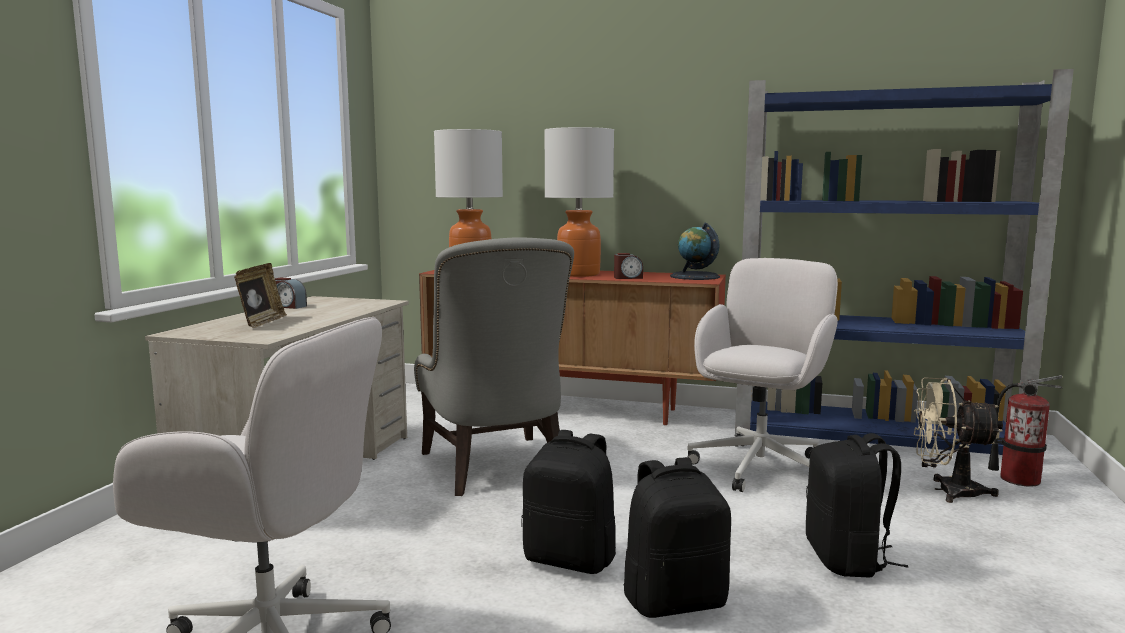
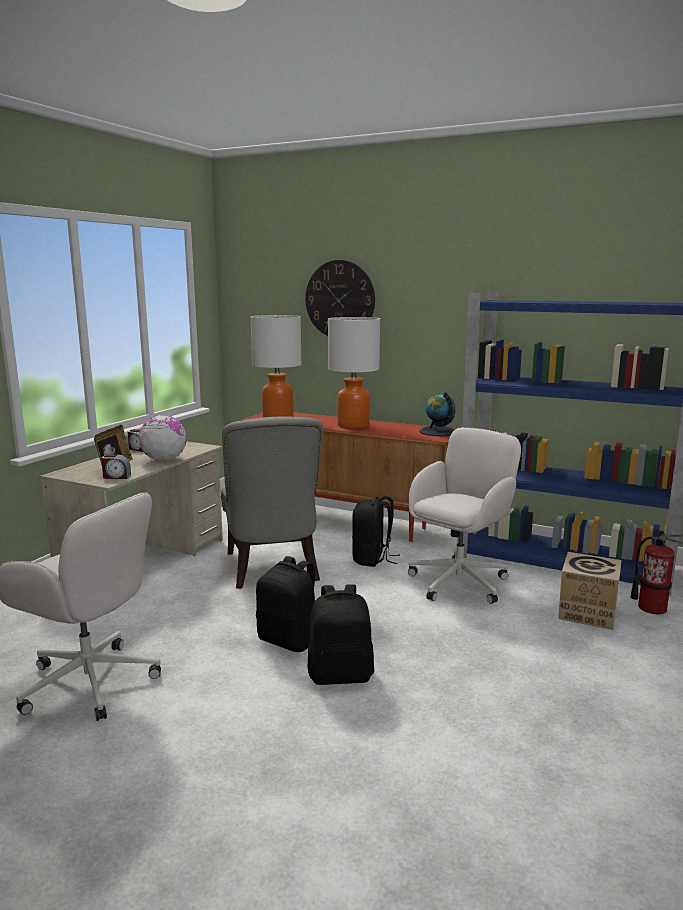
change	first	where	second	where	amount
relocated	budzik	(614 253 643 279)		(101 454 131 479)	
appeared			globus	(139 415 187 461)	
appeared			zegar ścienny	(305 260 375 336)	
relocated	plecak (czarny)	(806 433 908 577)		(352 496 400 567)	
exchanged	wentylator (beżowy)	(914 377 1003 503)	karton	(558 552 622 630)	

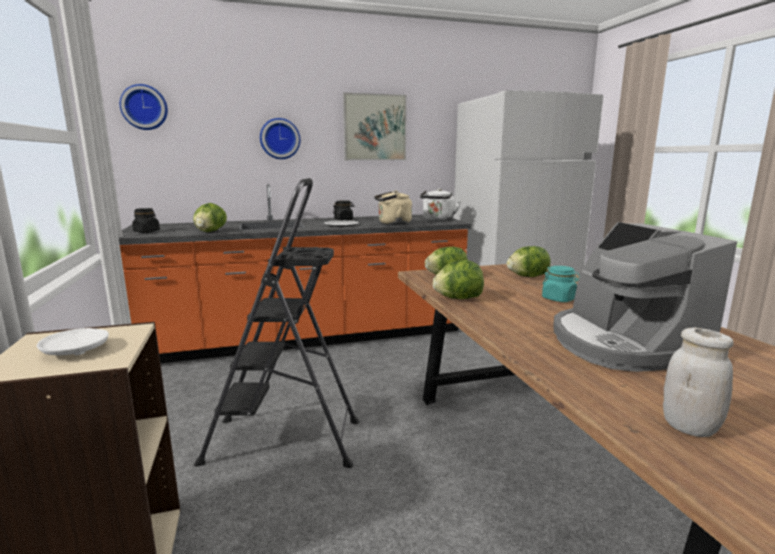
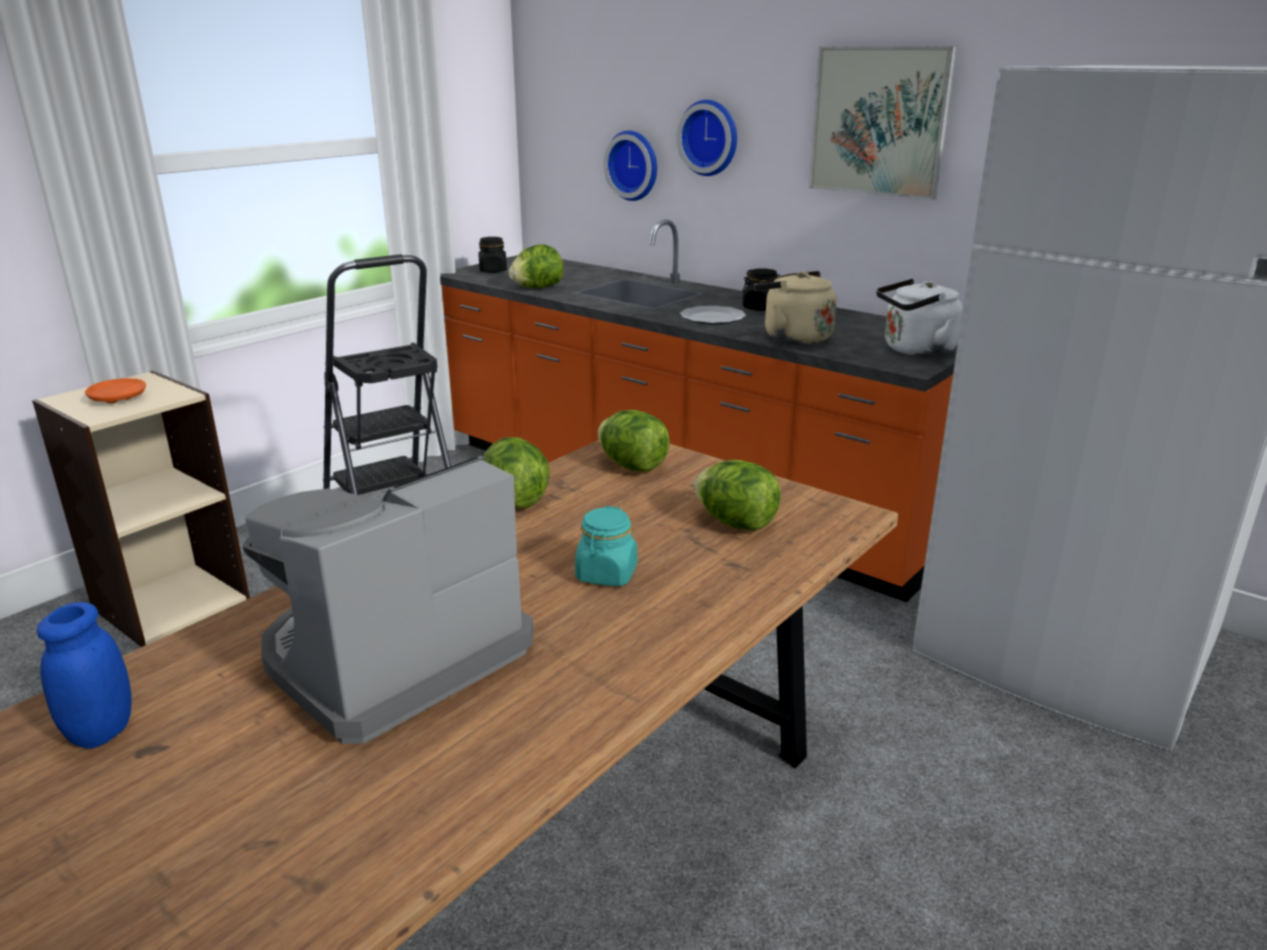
change	first	where	second	where	amount
colour	słoik (biały)	(663 328 734 437)	słoik (niebieski)	(37 602 132 748)	
colour	talerz (biały)	(37 328 109 355)	talerz (pomarańczowy)	(85 378 146 403)	
relocated	zegar ścienny	(120 84 168 130)		(603 131 657 201)	

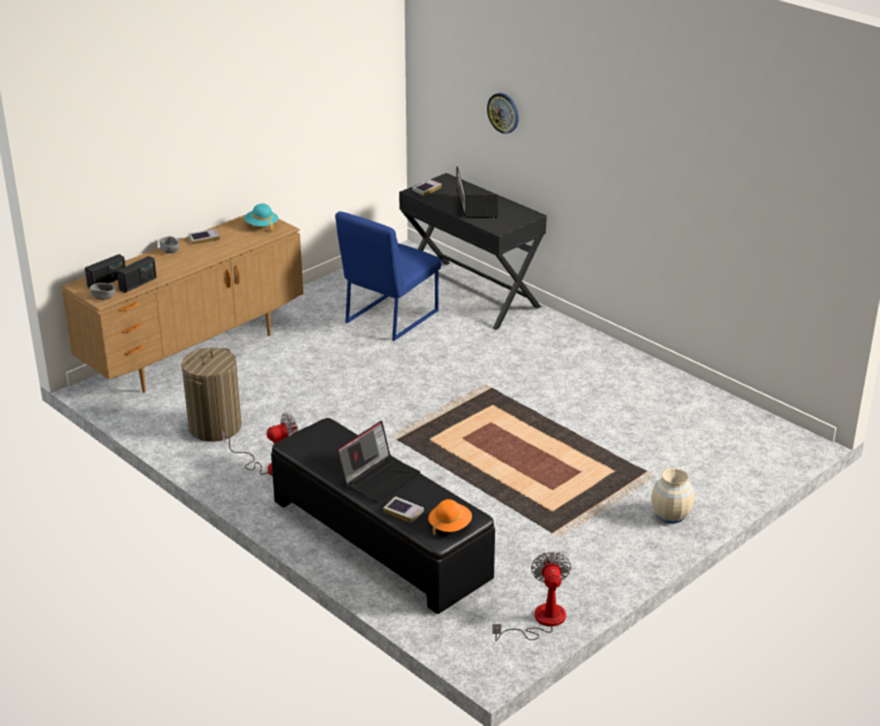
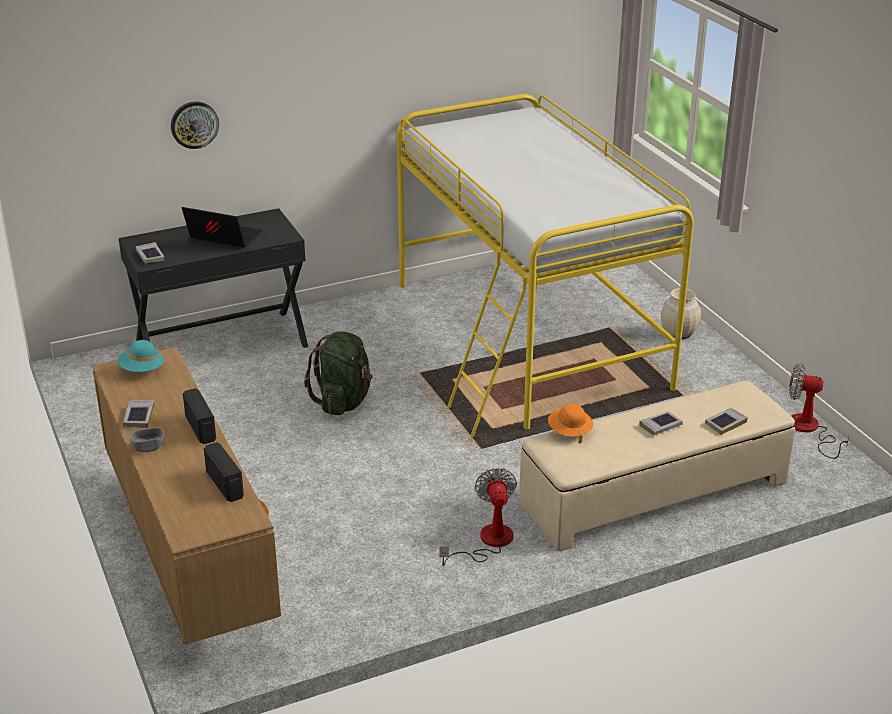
change	first	where	second	where	amount
relocated	radio	(85 254 125 288)		(183 388 216 444)	
appeared			plecak (zielony)	(304 331 373 415)	
appeared			łóżko (żółty)	(397 94 694 437)	
colour	ławka (czarny)	(271 418 495 614)	ławka (beżowy)	(519 381 795 551)	
relocated	kapelusz (pomarańczowy)	(428 499 472 535)		(548 403 593 443)	
exchanged	laptop	(337 421 420 503)	książka	(639 411 683 435)	
missing	miska (szary)	(90 283 115 300)			
missing	kosz na pranie	(181 348 242 442)			
missing	krzesło (niebieski)	(335 211 441 341)			

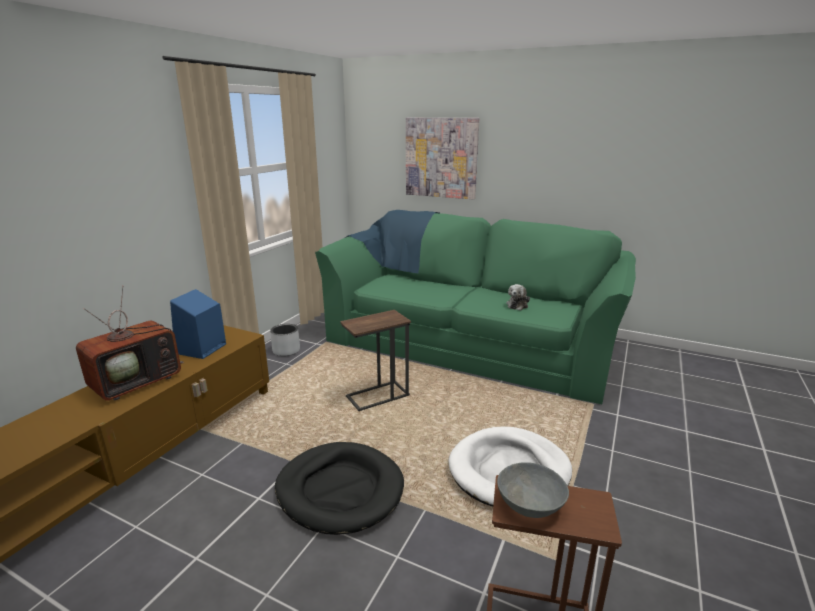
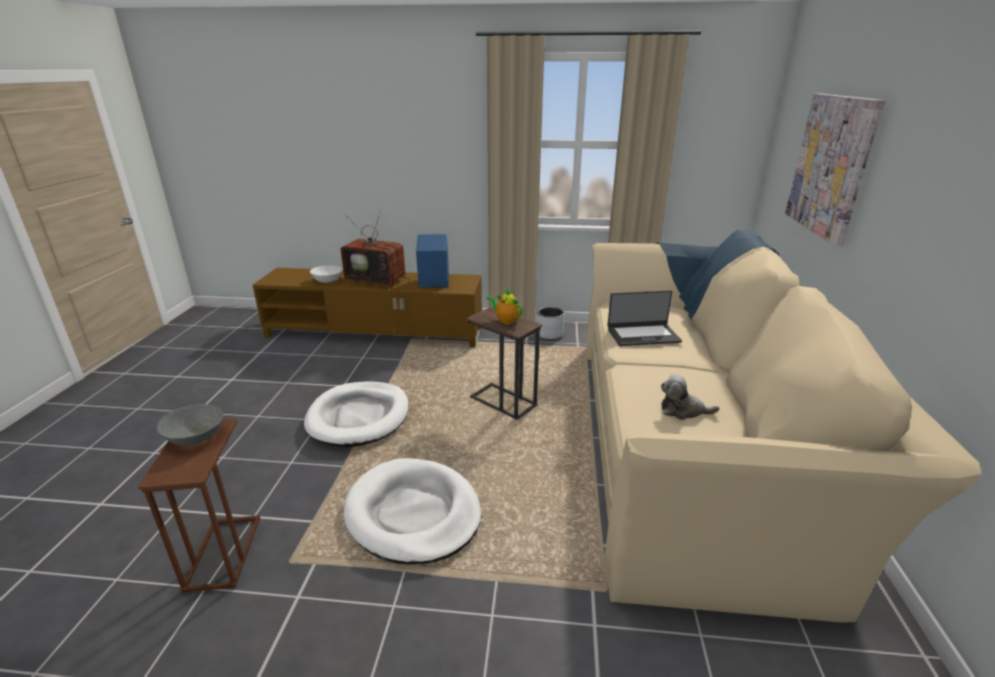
change	first	where	second	where	amount
colour	legowisko (czarny)	(275 442 404 535)	legowisko (biały)	(304 381 409 447)	
appeared			miska (biały)	(310 266 342 283)	
appeared			imbryk	(487 289 522 324)	
colour	kanapa (zielony)	(315 210 636 404)	kanapa (beżowy)	(586 230 982 623)	
appeared			laptop	(607 290 682 346)	

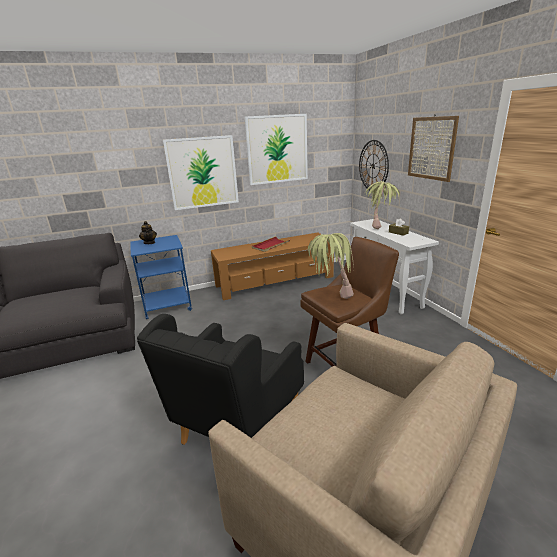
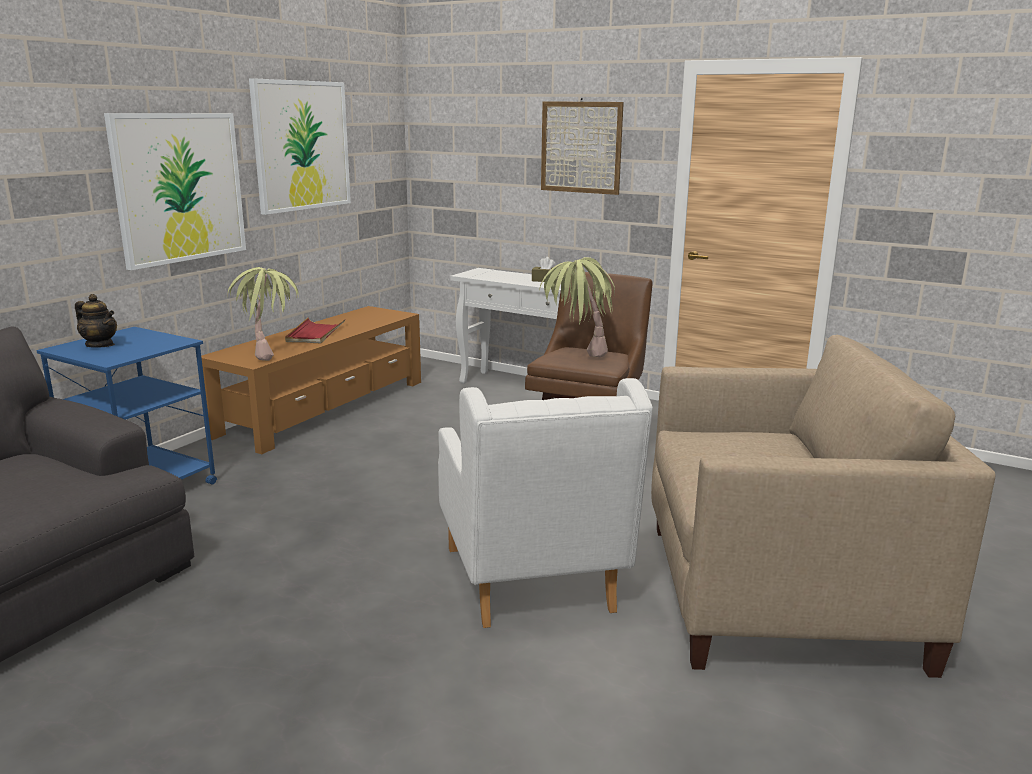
change	first	where	second	where	amount
relocated	roślina doniczkowa	(364 181 400 229)		(228 267 299 361)	
colour	fotel (czarny)	(137 314 304 445)	fotel (biały)	(438 378 653 628)	
missing	zegar ścienny	(359 140 389 190)			

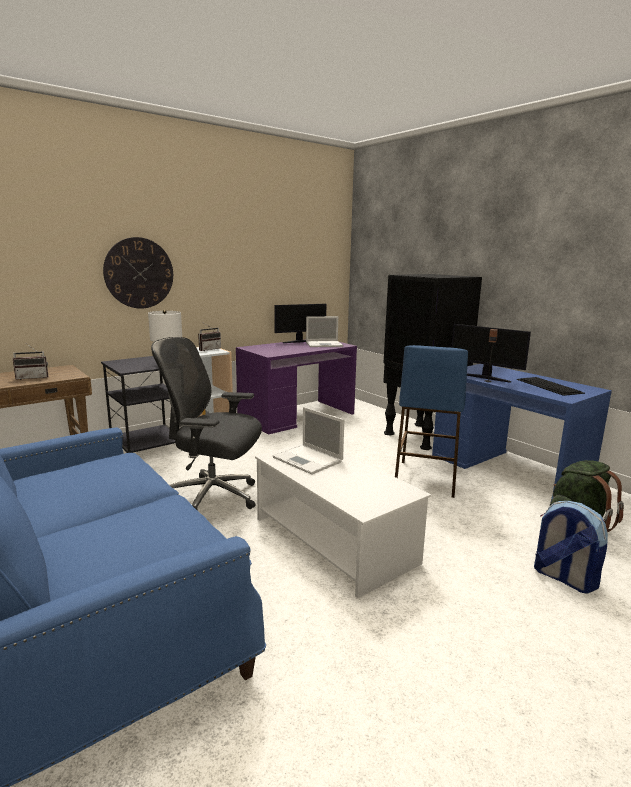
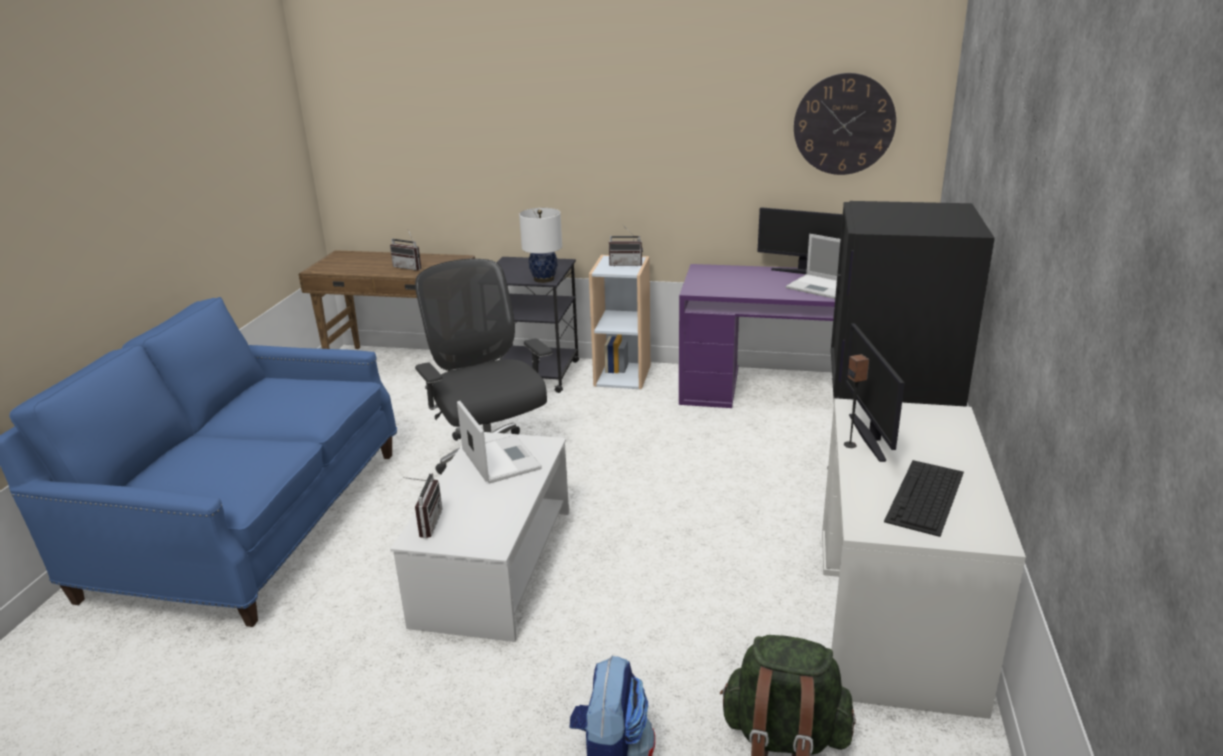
change	first	where	second	where	amount
appeared			radio	(403 473 442 538)	
spun	laptop	(273 407 344 475)		(457 401 542 484)	150 degrees clockwise
relocated	zegar ścienny	(103 237 173 309)		(794 73 896 175)	
colour	biurko (niebieski)	(432 364 612 491)	biurko (biały)	(822 398 1026 719)	
missing	stołek (niebieski)	(395 345 468 498)			

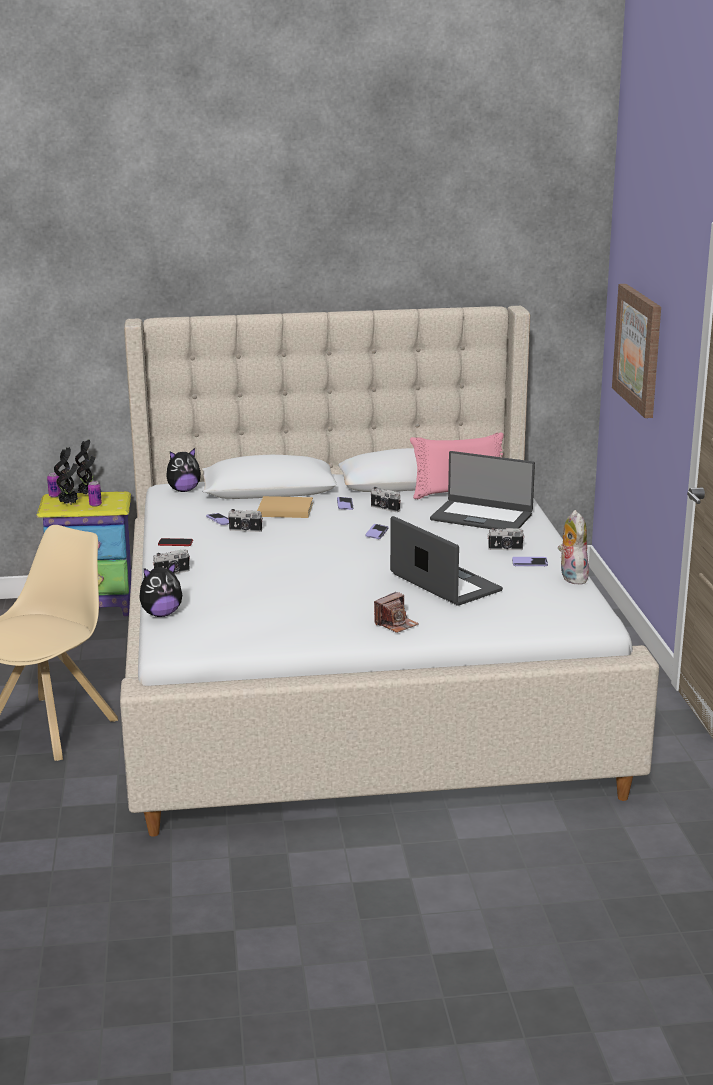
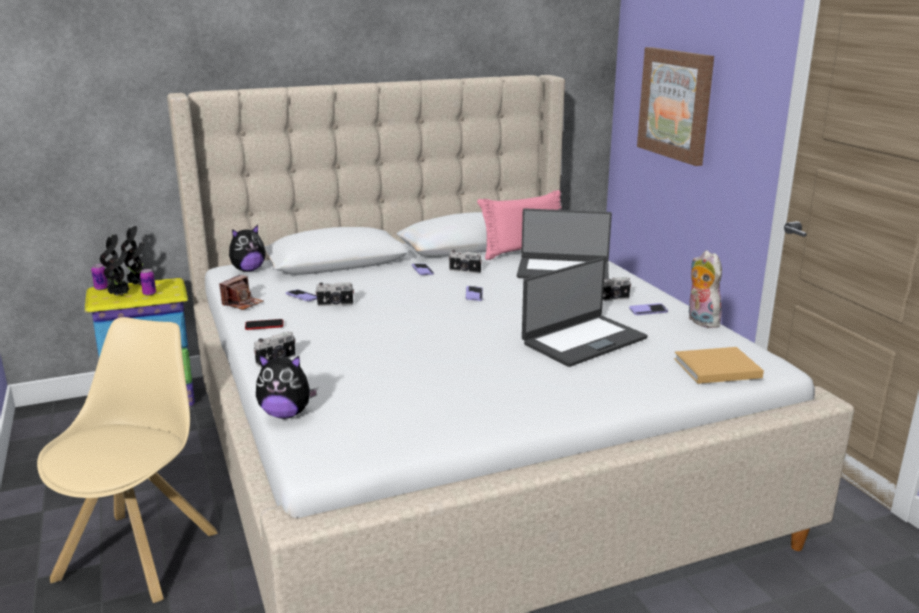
change	first	where	second	where	amount
relocated	aparat fotograficzny	(374 592 419 633)		(219 275 263 310)	
spun	pluszak	(140 563 182 617)		(256 354 318 419)	45 degrees clockwise
spun	laptop	(390 516 503 606)		(522 258 648 367)	105 degrees clockwise
relocated	książka (beżowy)	(257 496 313 518)		(674 347 764 384)	

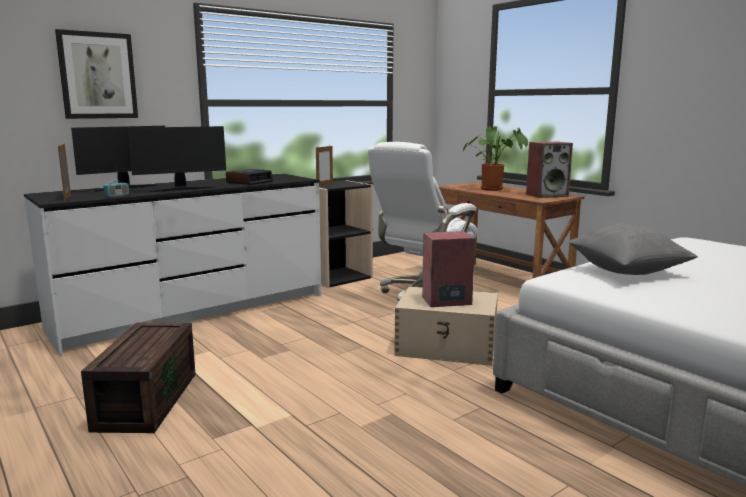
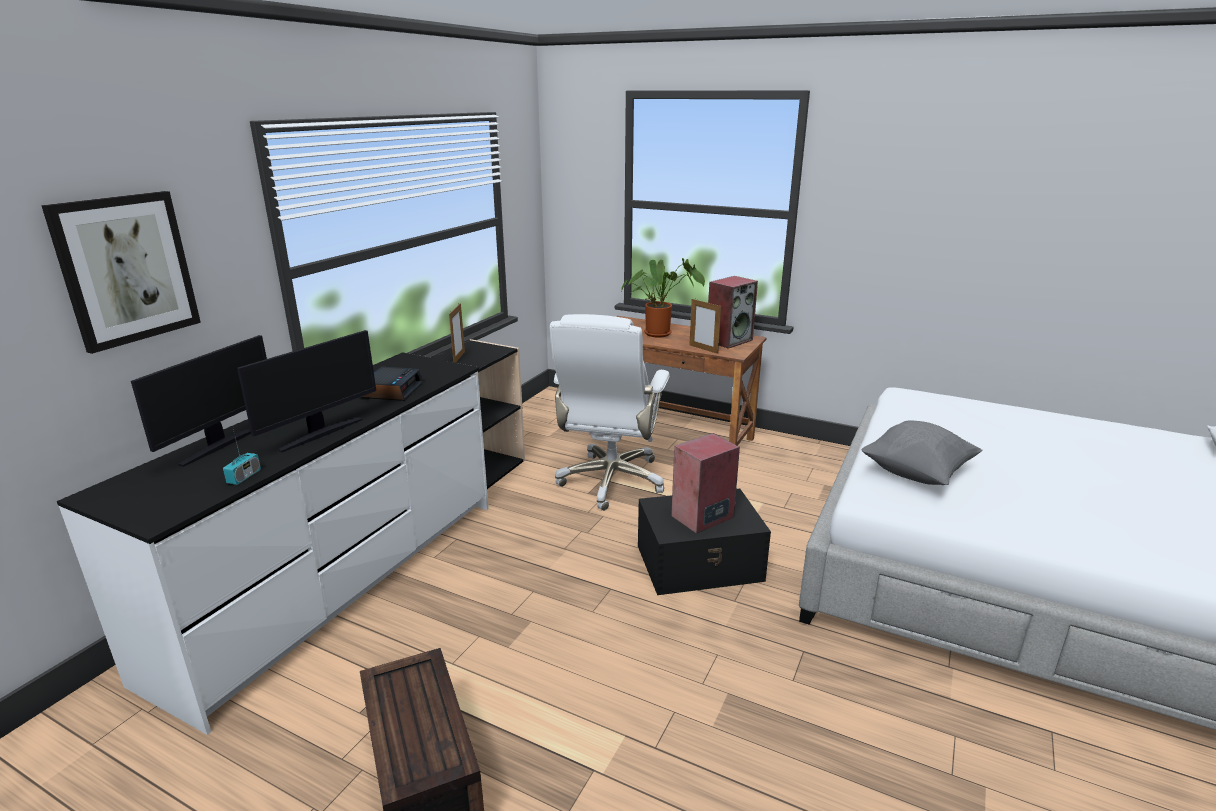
change	first	where	second	where	amount
colour	pojemnik do przechowywania (beżowy)	(394 286 498 366)	pojemnik do przechowywania (czarny)	(638 489 771 595)	
relocated	ramka na zdjęcie	(58 144 71 201)		(689 299 721 354)	

